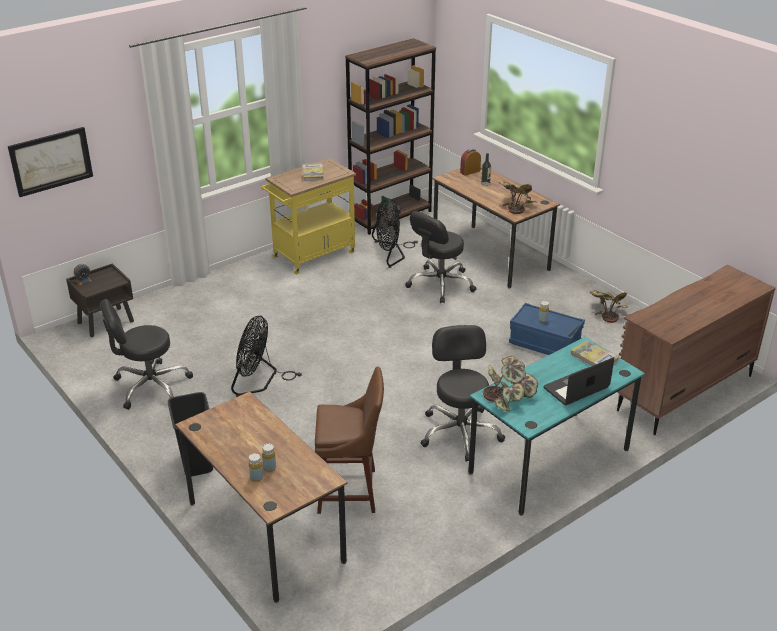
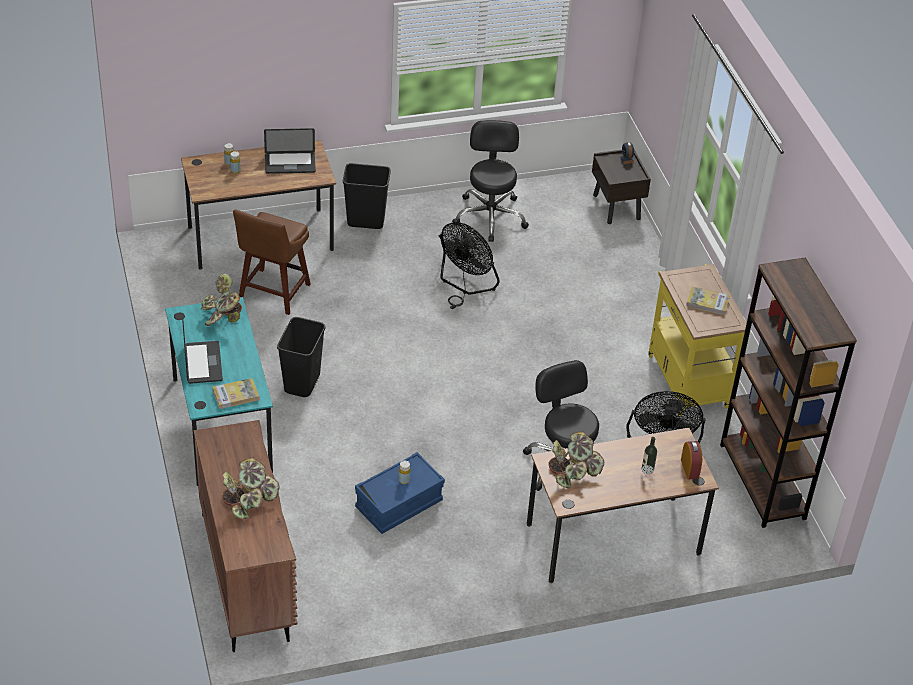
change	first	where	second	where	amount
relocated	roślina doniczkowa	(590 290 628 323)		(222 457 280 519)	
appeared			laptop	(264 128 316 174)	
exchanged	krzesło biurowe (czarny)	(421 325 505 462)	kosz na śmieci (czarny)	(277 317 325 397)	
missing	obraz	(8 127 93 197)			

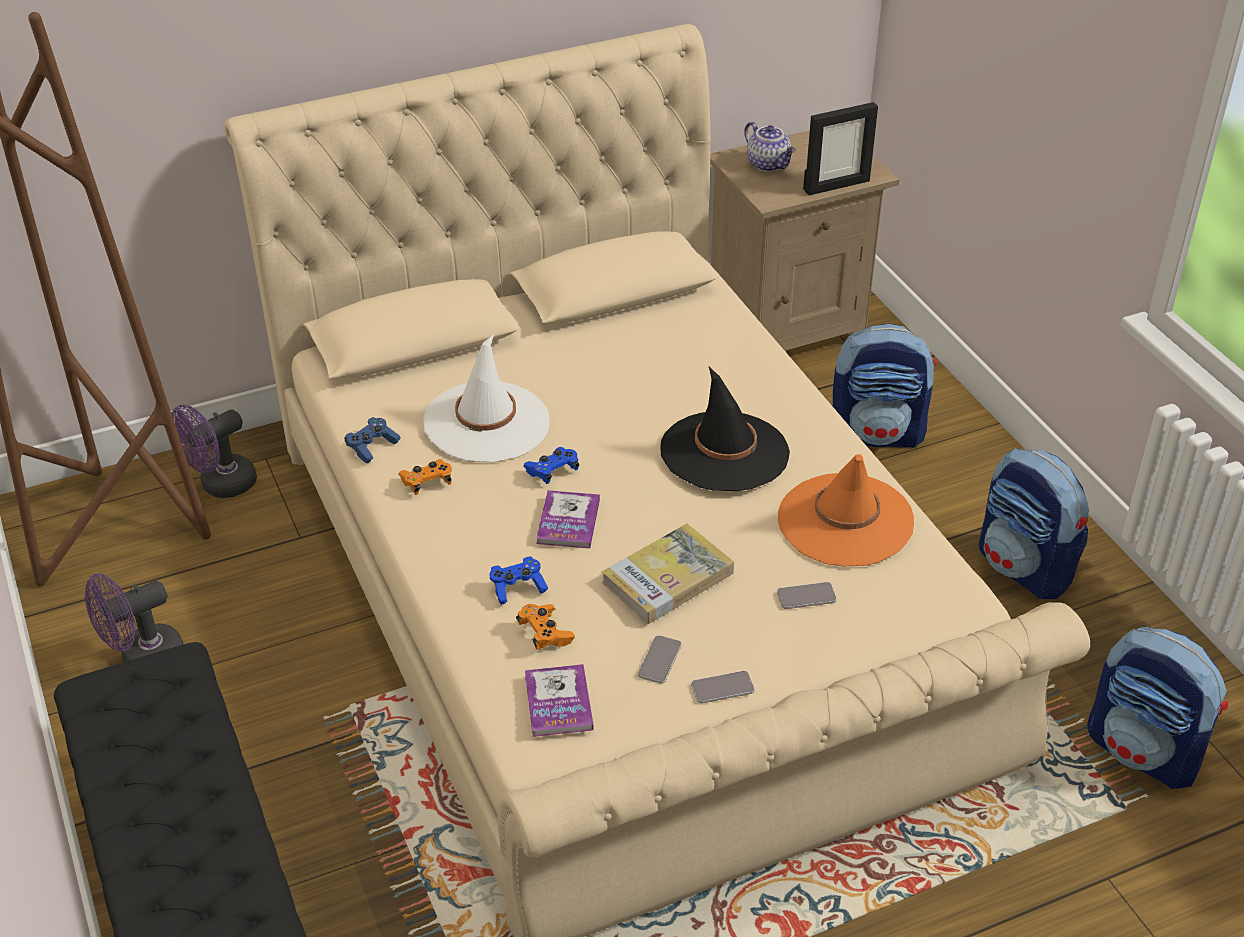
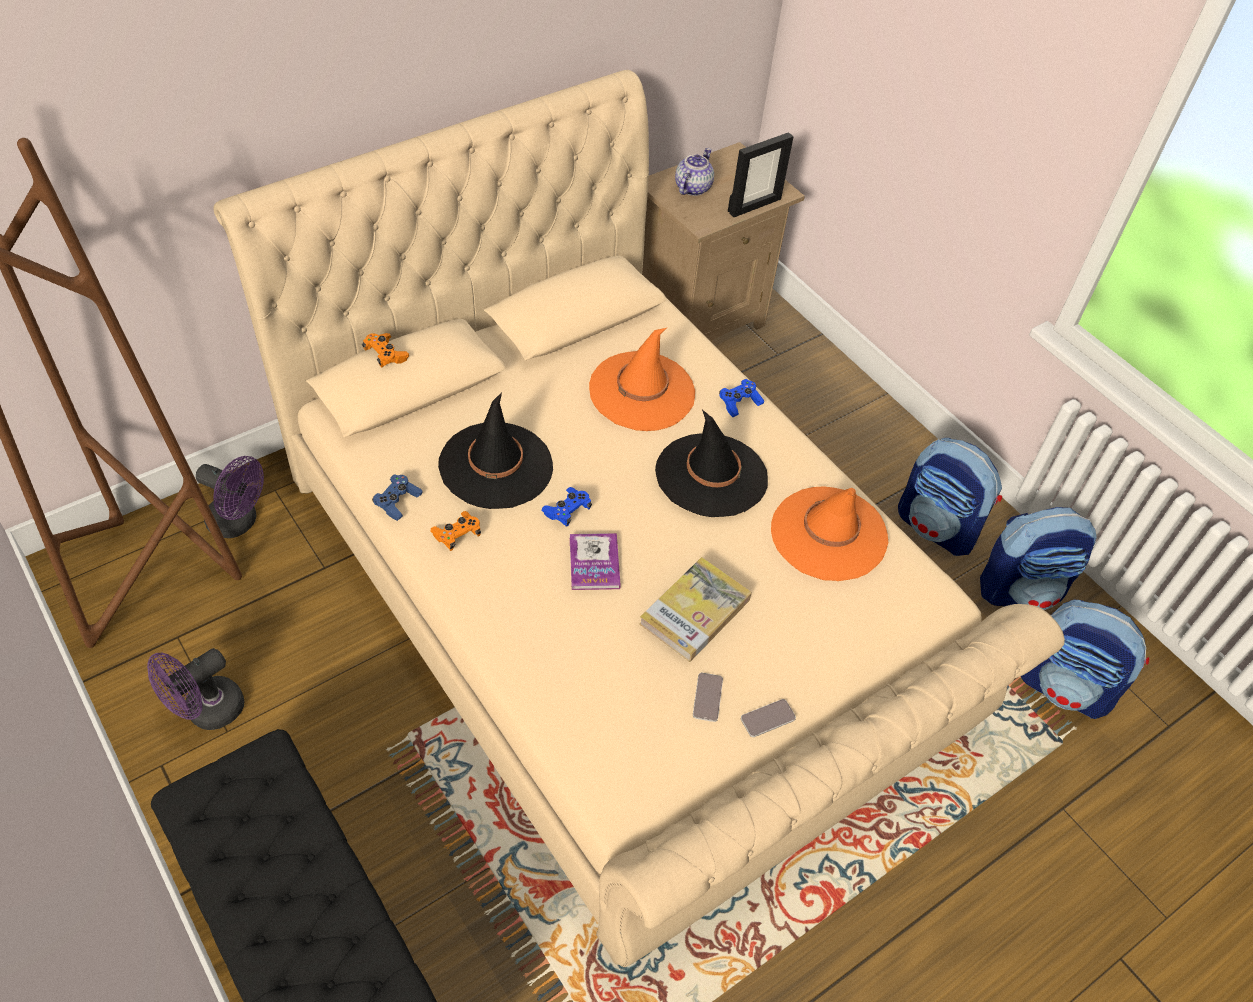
change	first	where	second	where	amount
spun	wentylator (fioletowy)	(171 405 257 498)		(196 456 264 538)	105 degrees counterclockwise
relocated	pad do gier (pomarańczowy)	(516 604 575 650)		(362 333 409 367)	
colour	kapelusz (biały)	(423 334 550 462)	kapelusz (czarny)	(438 392 553 509)	
appeared			kapelusz (pomarańczowy)	(589 328 695 431)	
spun	imbryk	(744 122 795 172)		(675 148 714 196)	105 degrees counterclockwise
relocated	pad do gier (niebieski)	(489 556 548 605)		(719 379 764 417)	
relocated	plecak	(833 323 937 449)		(980 507 1097 610)	
missing	książka	(525 664 594 737)			
missing	telefon	(777 582 837 609)			

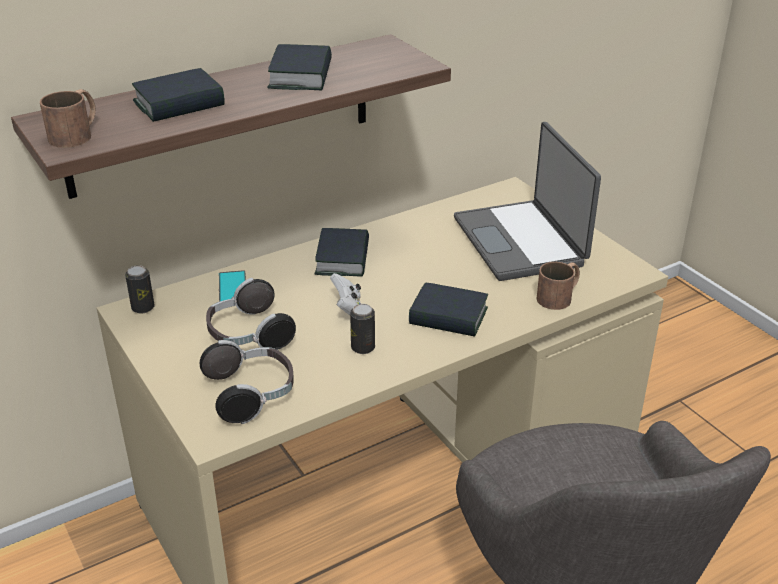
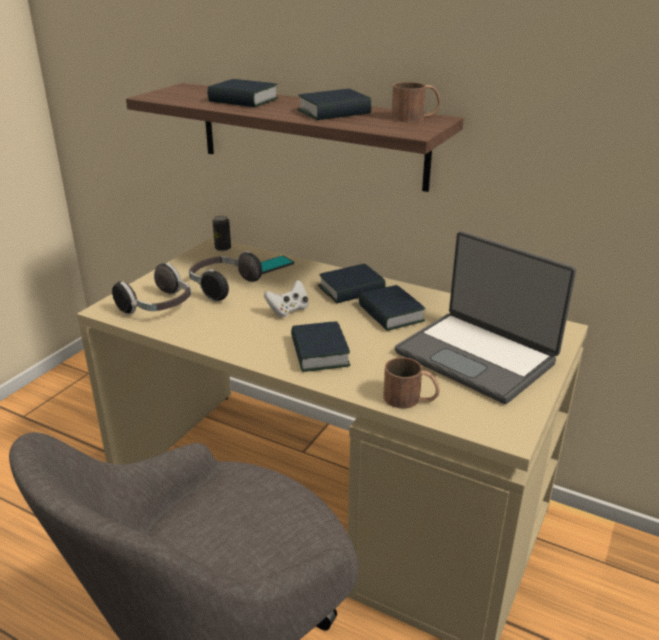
change	first	where	second	where	amount
appeared			książka	(359 285 426 331)	
relocated	kubek (brązowy)	(40 89 96 148)		(391 82 441 122)	
spun	laptop	(454 122 601 281)		(395 231 576 404)	90 degrees counterclockwise
missing	puszka	(350 304 375 354)			

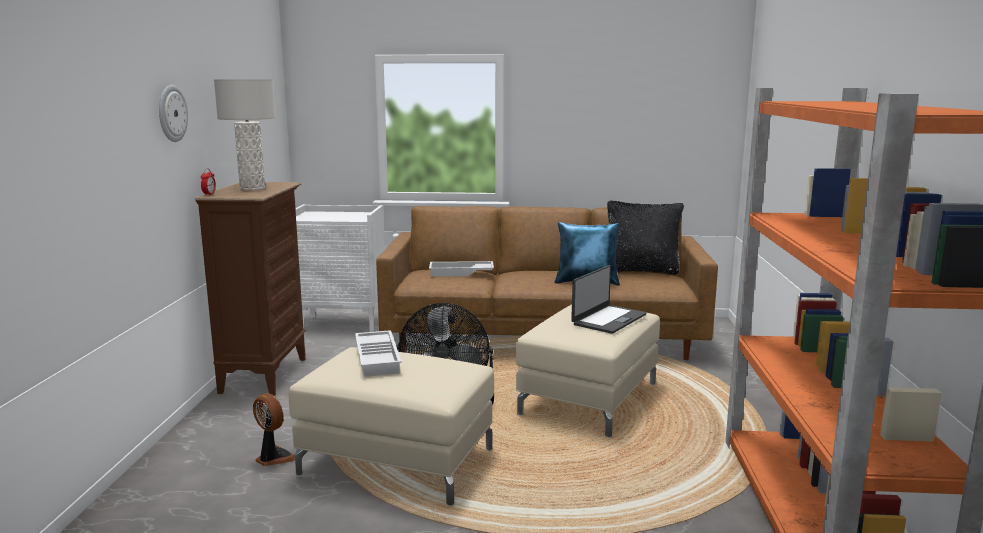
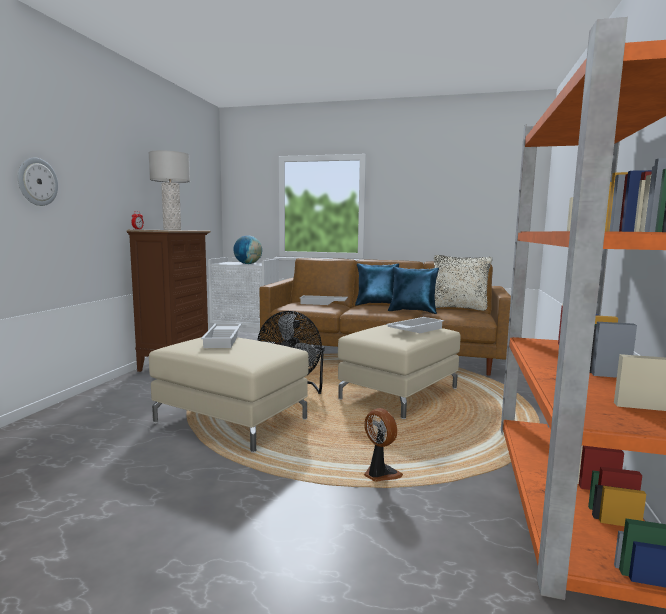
change	first	where	second	where	amount
relocated	zegar ścienny	(159 85 188 142)		(18 158 58 206)	
appeared			globus	(233 235 262 264)	
appeared			poduszka (niebieski)	(355 263 399 306)	
relocated	wentylator	(253 393 295 466)		(364 408 403 482)	
exchanged	laptop	(571 265 647 334)	taca (biały)	(386 317 444 333)	
colour	poduszka (czarny)	(607 200 684 275)	poduszka (beżowy)	(434 255 492 311)	

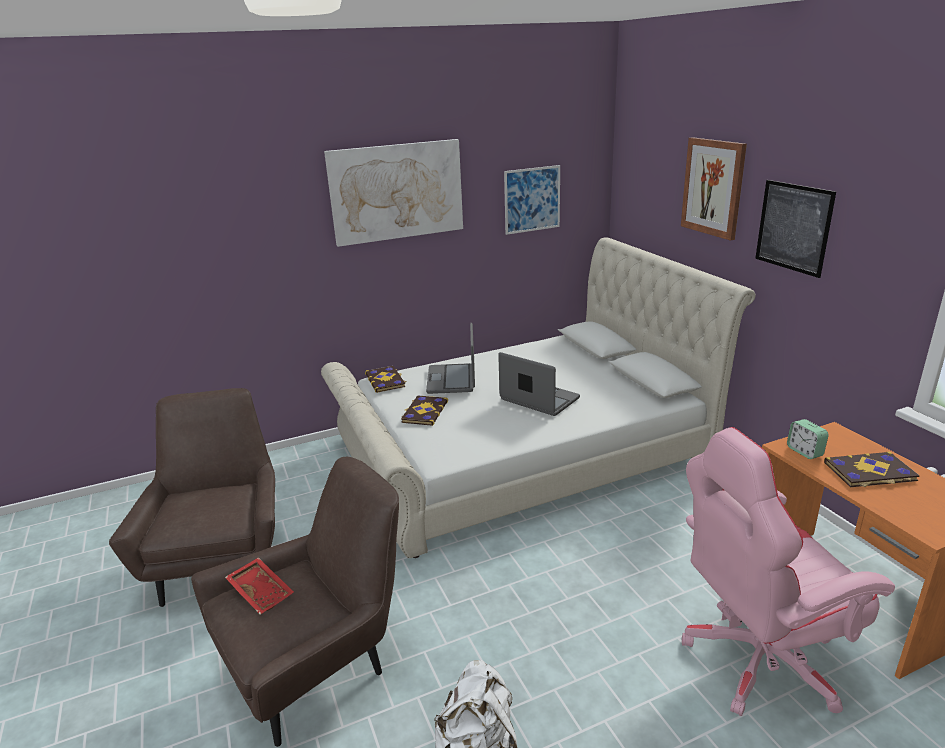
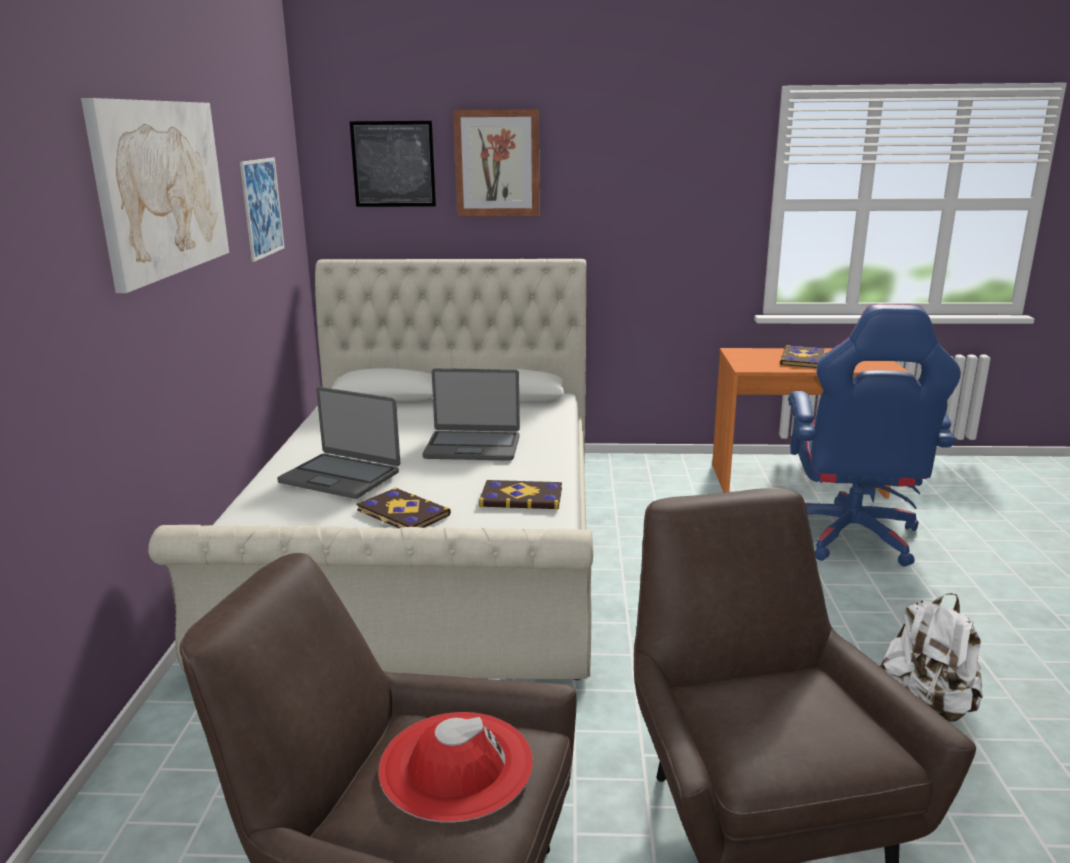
change	first	where	second	where	amount
relocated	obraz	(755 180 836 278)		(350 121 436 207)	
appeared			kapelusz (czerwony)	(378 712 533 822)	
spun	laptop	(498 352 580 416)		(423 368 520 461)	150 degrees counterclockwise
relocated	książka	(365 366 407 393)		(479 480 562 509)	
colour	krzesło biurowe (różowy)	(682 427 895 716)	krzesło biurowe (niebieski)	(788 304 961 567)	
missing	taca (czerwony)	(225 557 294 615)			
missing	budzik	(787 419 829 459)			

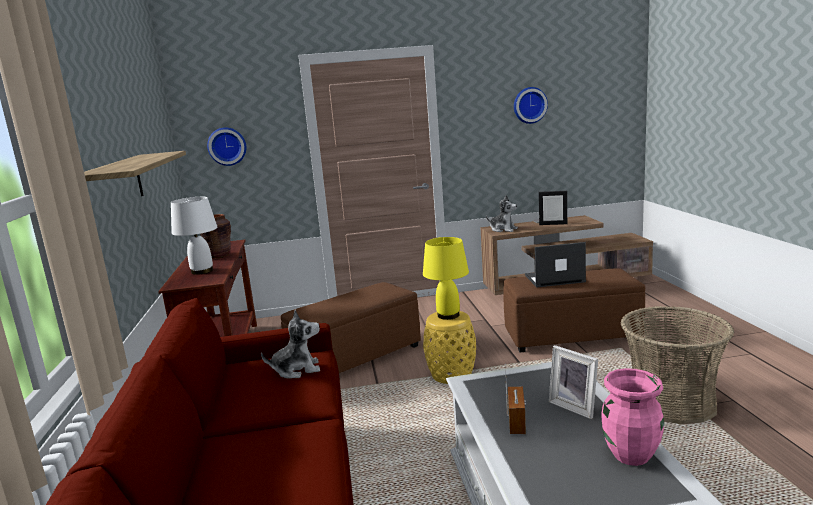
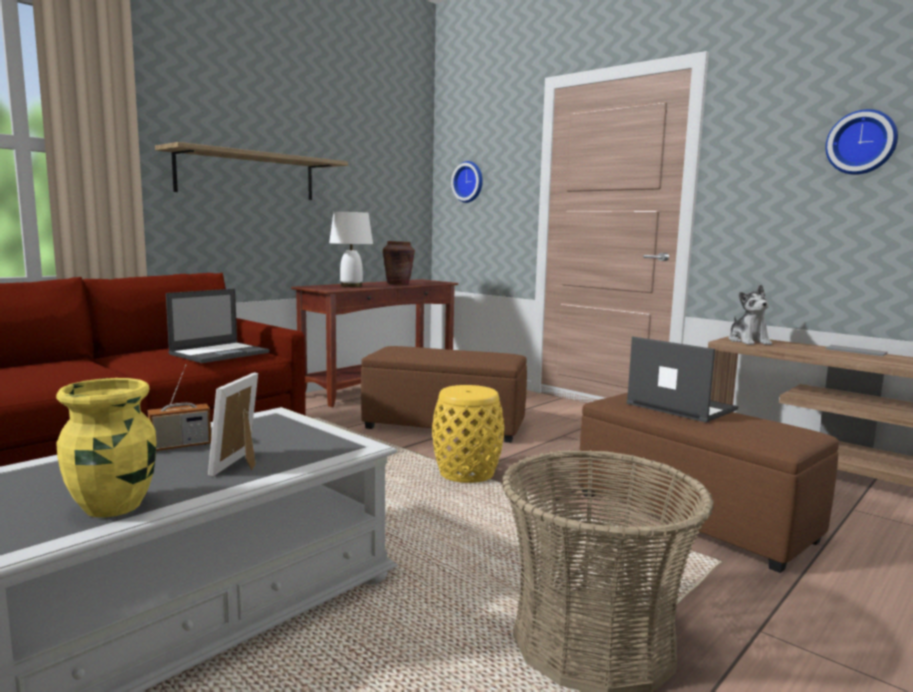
change	first	where	second	where	amount
colour	wazon (różowy)	(601 368 664 466)	wazon (żółty)	(56 378 157 518)	
exchanged	pluszak	(261 309 320 379)	laptop	(166 289 269 363)	
missing	lampa stołowa (żółty)	(423 237 469 320)			
missing	ramka na zdjęcie	(539 191 567 225)			

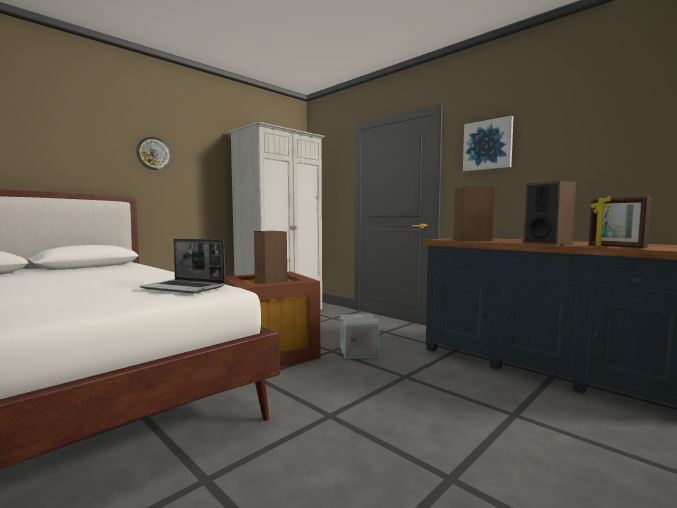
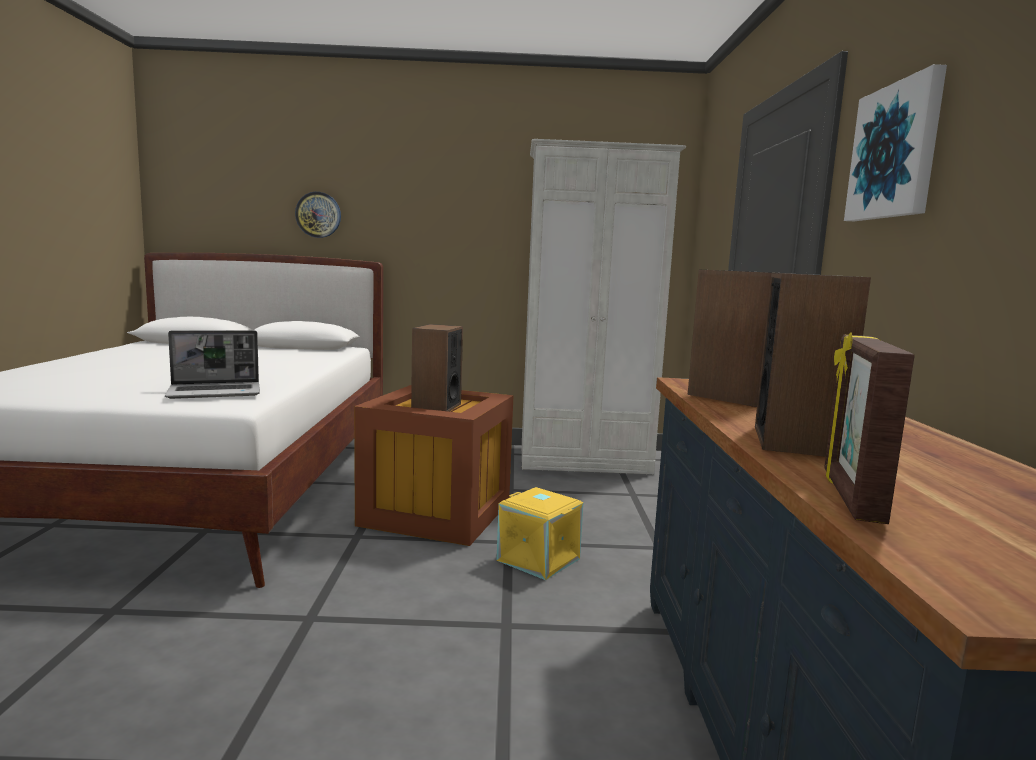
change	first	where	second	where	amount
spun	laptop	(140 239 225 293)		(165 330 260 399)	90 degrees counterclockwise
relocated	zegar ścienny	(136 137 171 170)		(295 192 341 238)	
colour	pojemnik do przechowywania (szary)	(340 314 379 359)	pojemnik do przechowywania (żółty)	(496 487 583 580)	

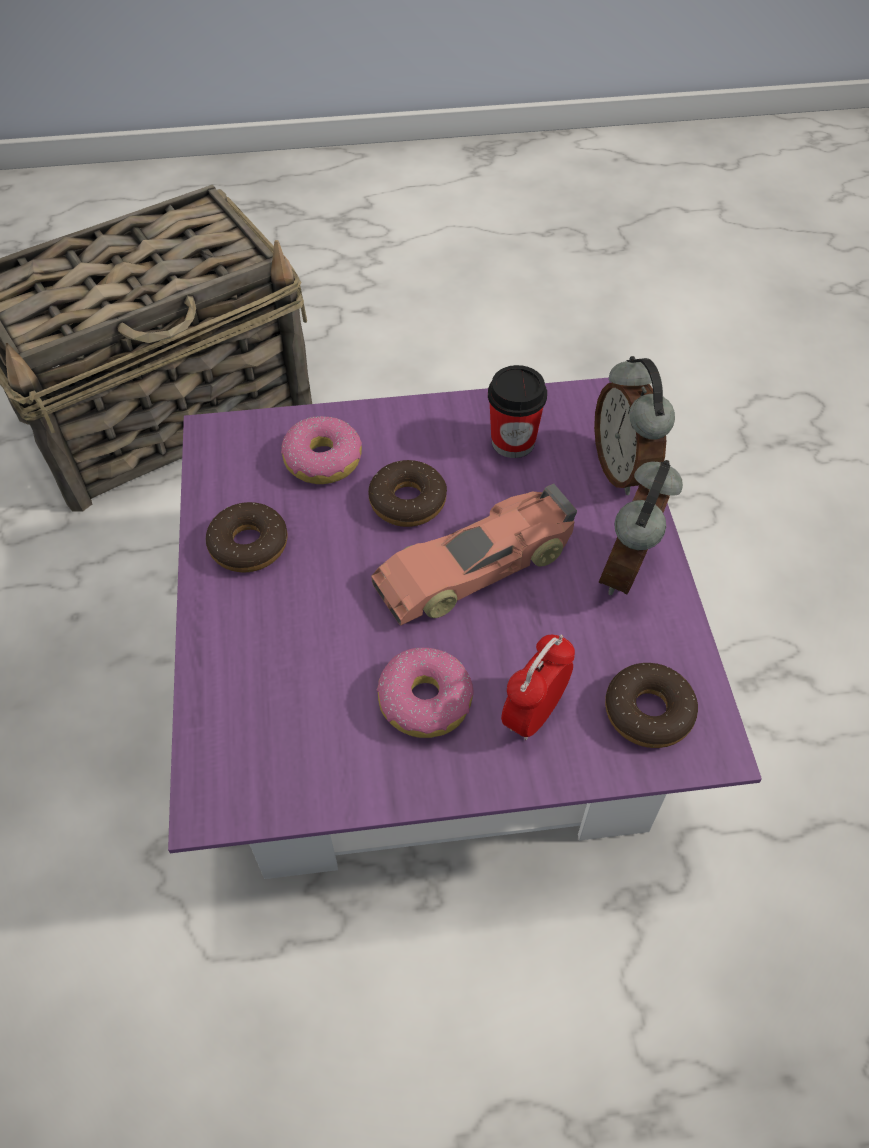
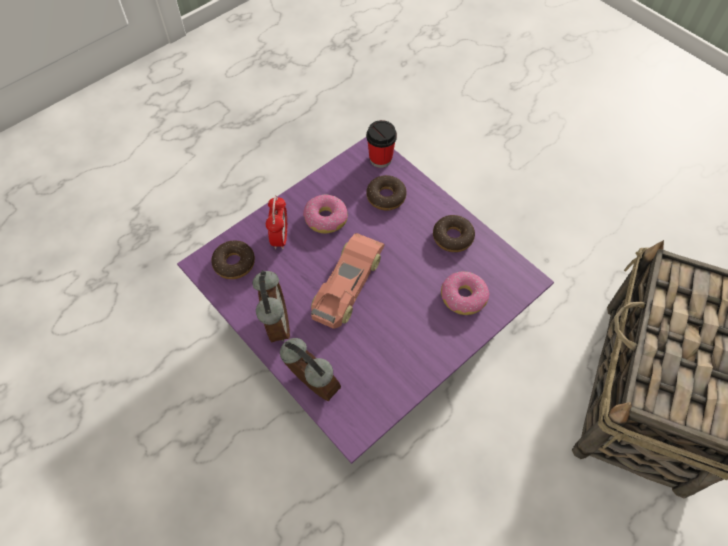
change	first	where	second	where	amount
relocated	filiżanka	(488 365 547 458)		(366 120 397 168)	
relocated	donut	(368 460 447 527)		(366 175 407 211)	

